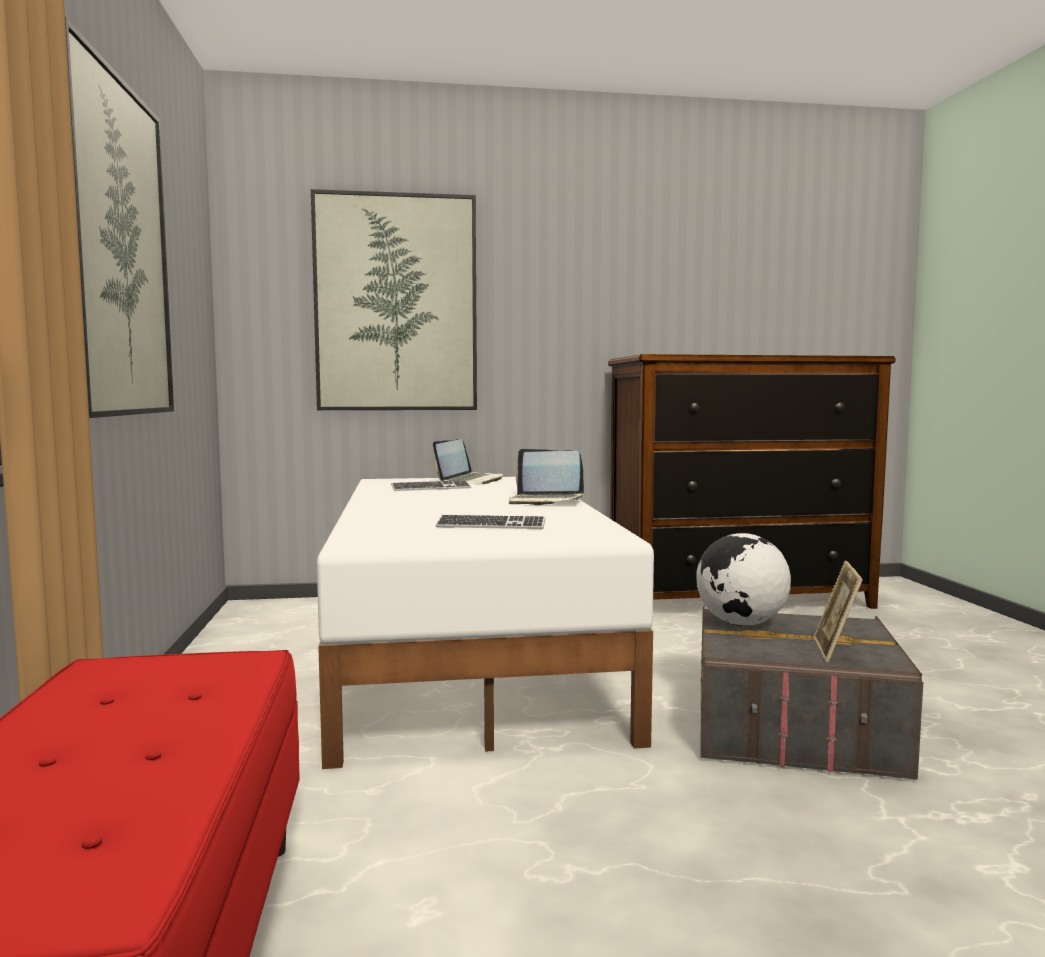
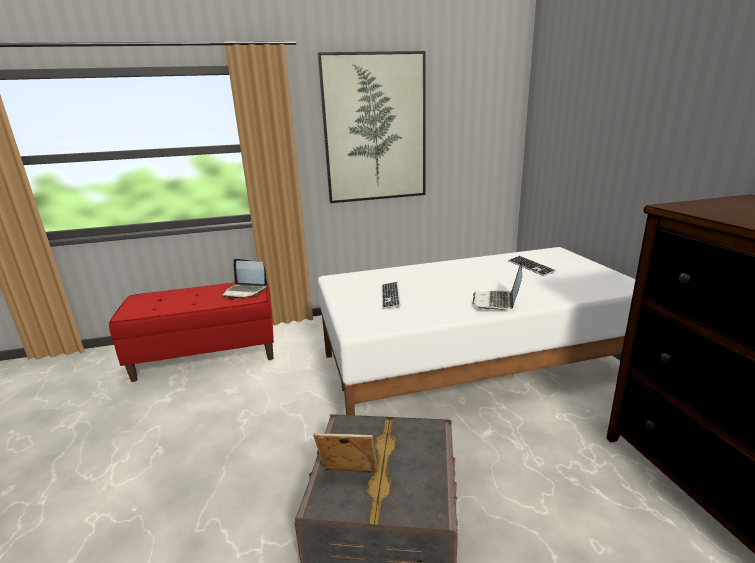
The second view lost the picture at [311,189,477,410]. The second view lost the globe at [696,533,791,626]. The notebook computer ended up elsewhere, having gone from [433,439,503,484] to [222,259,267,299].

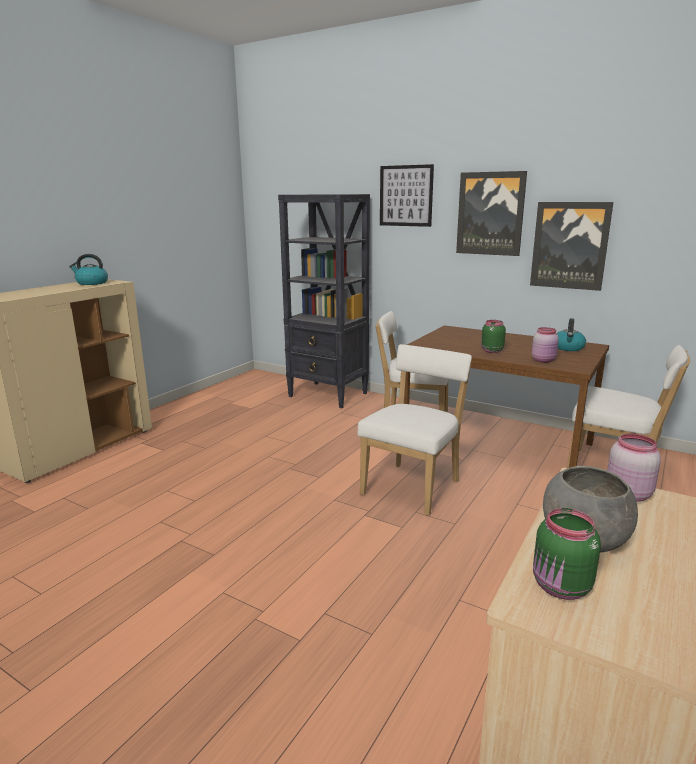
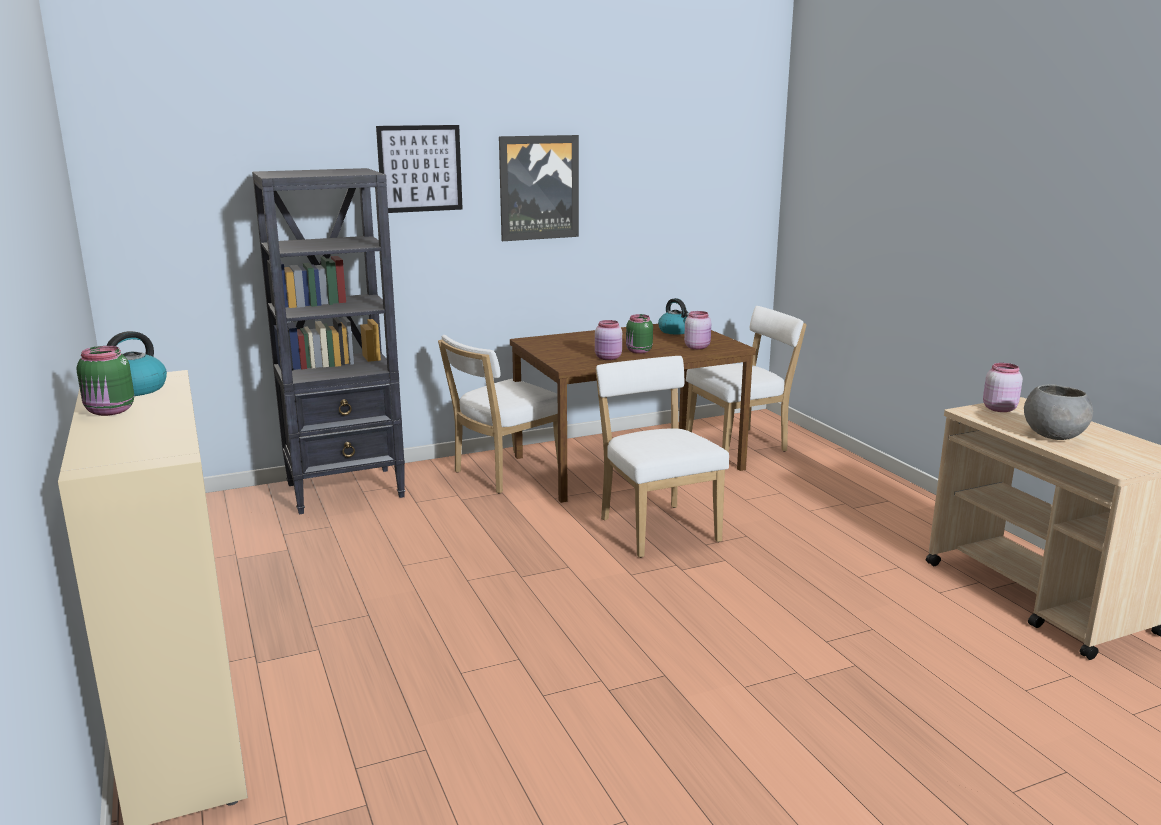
The second view lost the picture at [530,202,613,291]. The second view gained the pinkish jar at [595,320,622,360]. The greenish jar ended up elsewhere, having gone from [533,508,601,600] to [77,346,134,416].

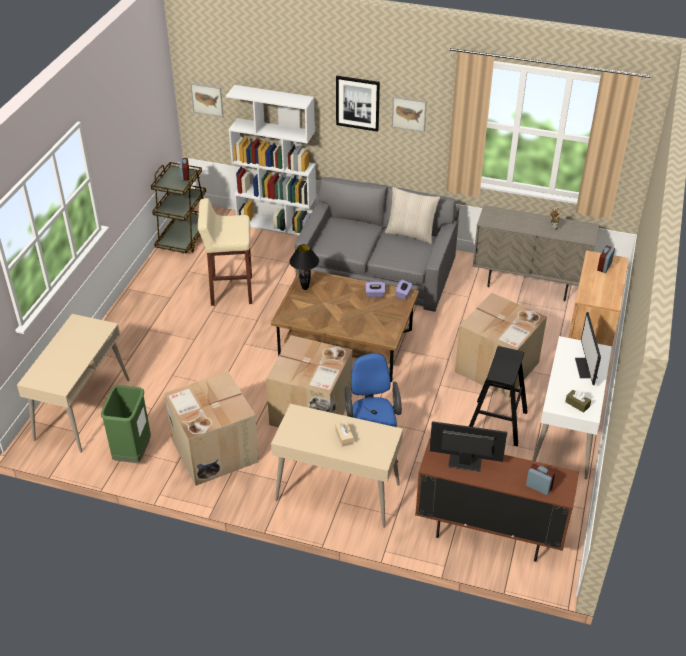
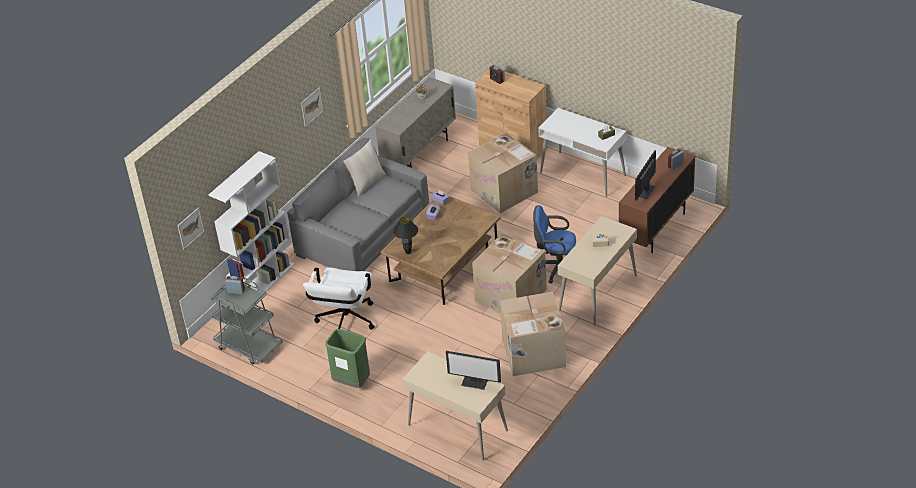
The second view lost the picture at [336,76,380,132]. The second view lost the blackish stool seat at [469,346,528,446]. The greenish trash can ended up elsewhere, having gone from [101,385,151,463] to [325,329,370,388]. The computer screen ended up elsewhere, having gone from [575,312,601,385] to [446,351,501,390]. Where the sand-coloured stool seat stood at [198,198,252,306], the whitish computer chair came to stand at [303,267,375,330]. What was the brownish wheeled cart at [151,162,206,253] turned into the grey wheeled cart at [210,277,283,364].

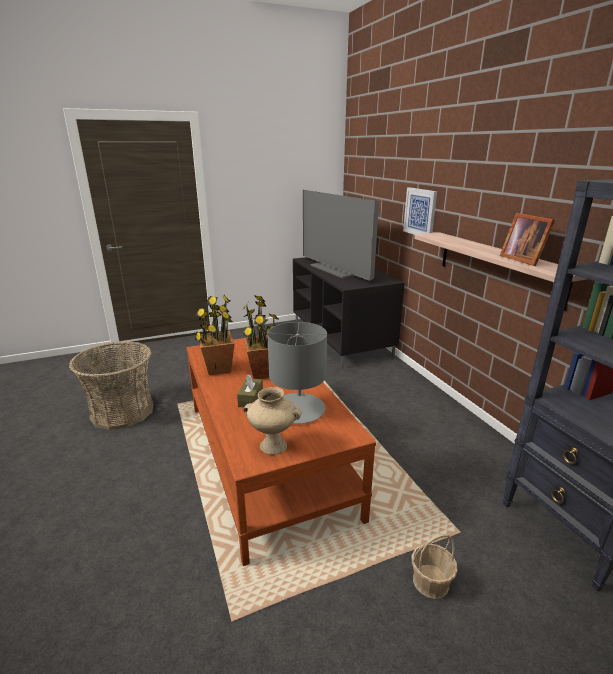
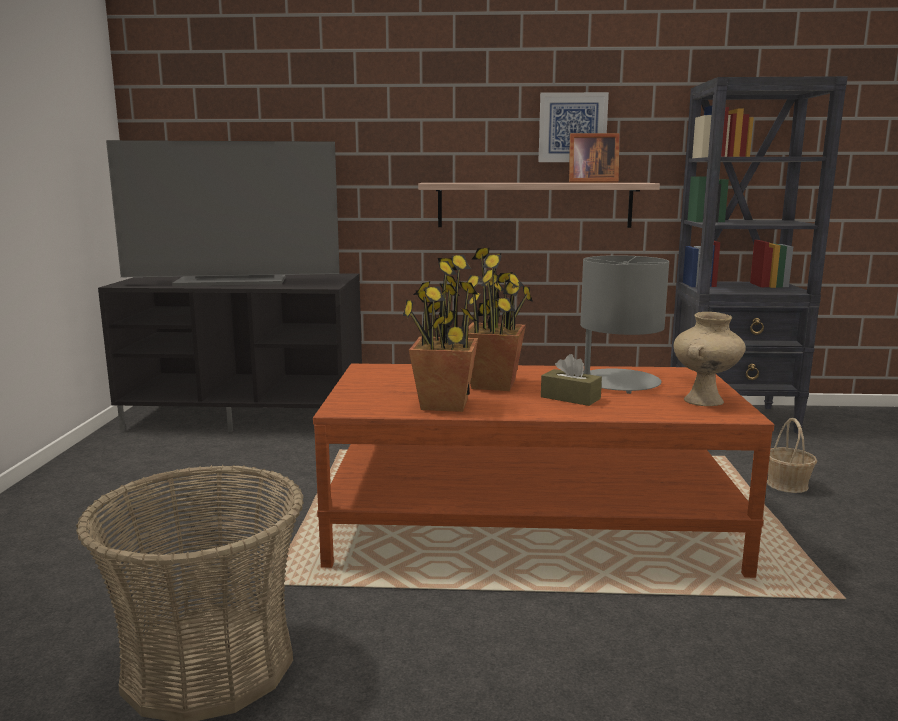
The picture ended up elsewhere, having gone from [403,187,437,235] to [538,92,609,162].

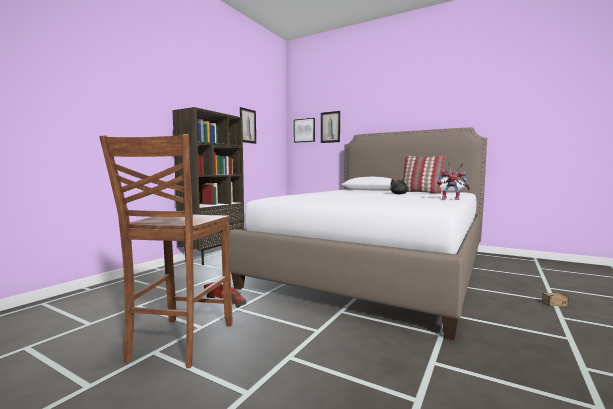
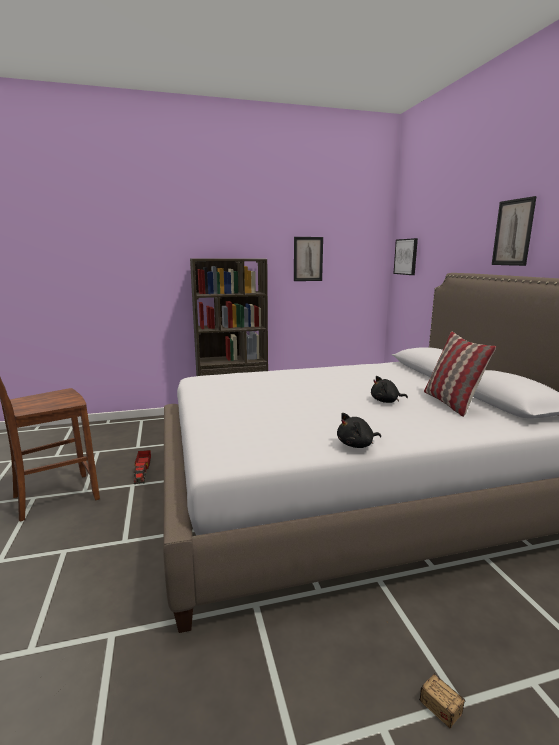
The picture ended up elsewhere, having gone from [321,111,340,143] to [492,196,537,266]. Where the robot figure stood at [437,161,470,200], the blackish plush toy came to stand at [337,413,381,448].

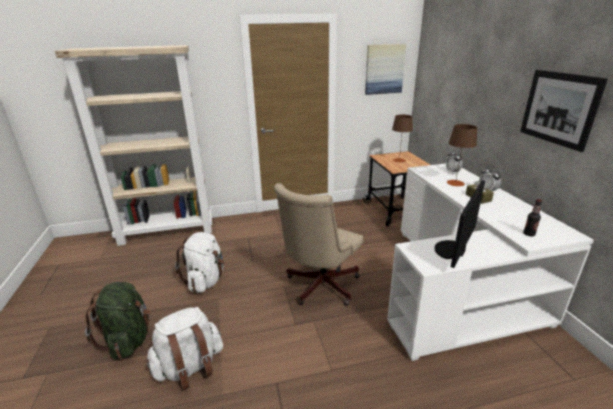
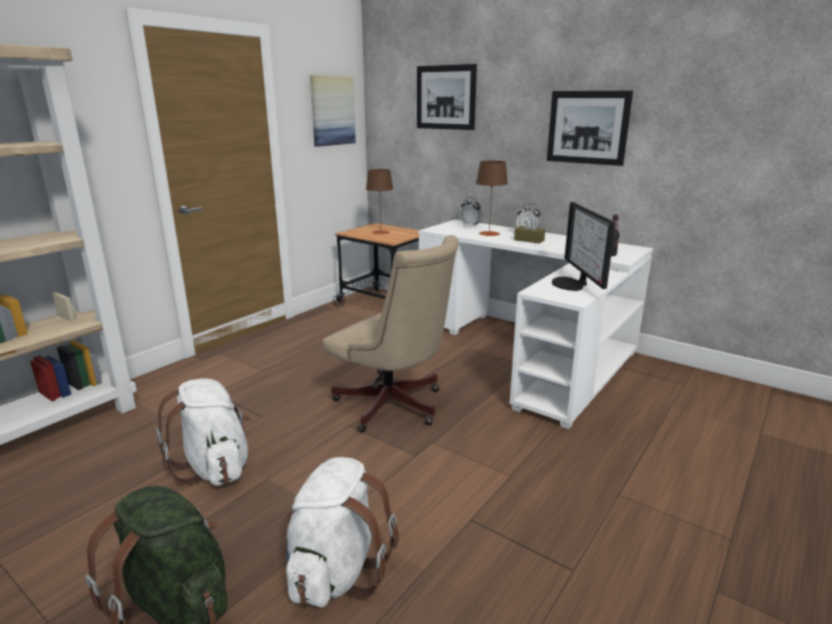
The second view gained the picture at [417,64,477,130]. The sand-coloured computer chair at [274,183,363,306] ended up facing another way, 45 degrees counterclockwise from before.

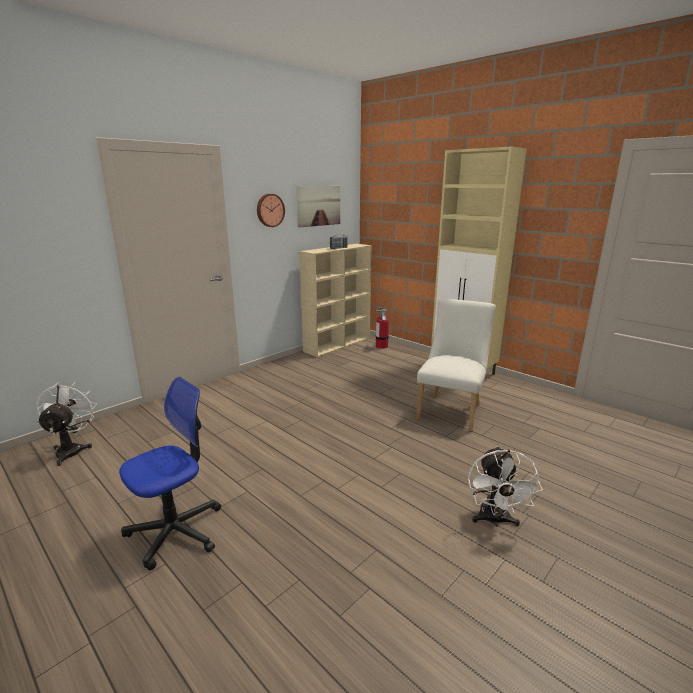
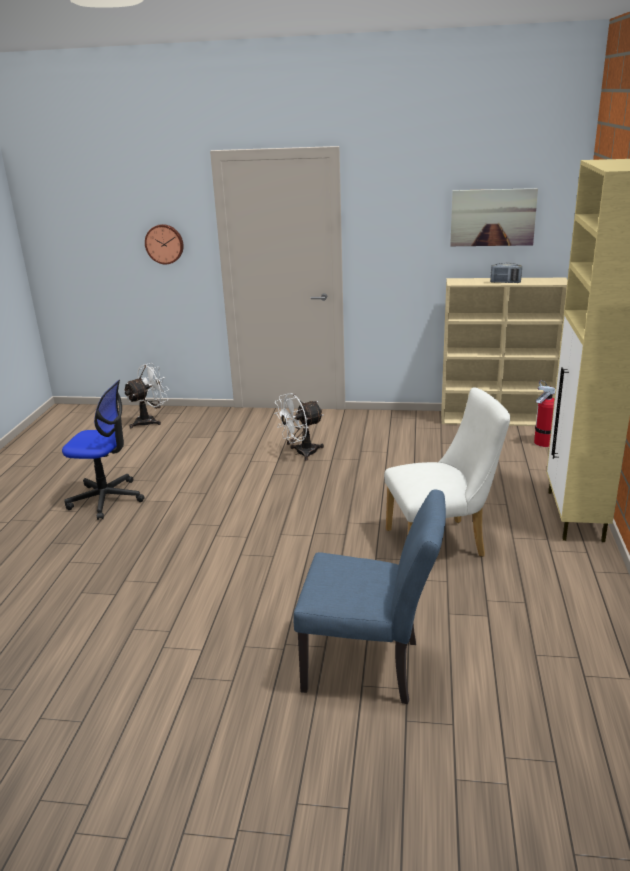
The second view gained the bluish chair at [293,489,446,704]. The hanging clock ended up elsewhere, having gone from [257,194,285,227] to [145,224,184,265]. The whitish electric fan ended up elsewhere, having gone from [468,446,543,527] to [274,393,324,461].

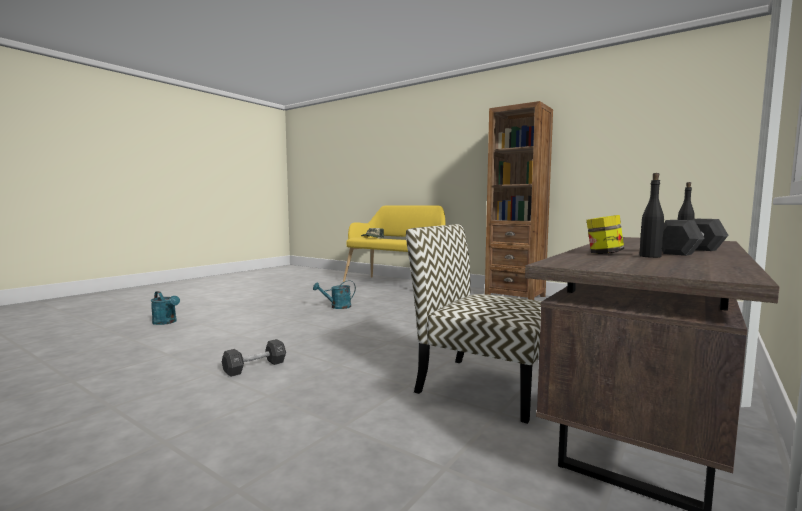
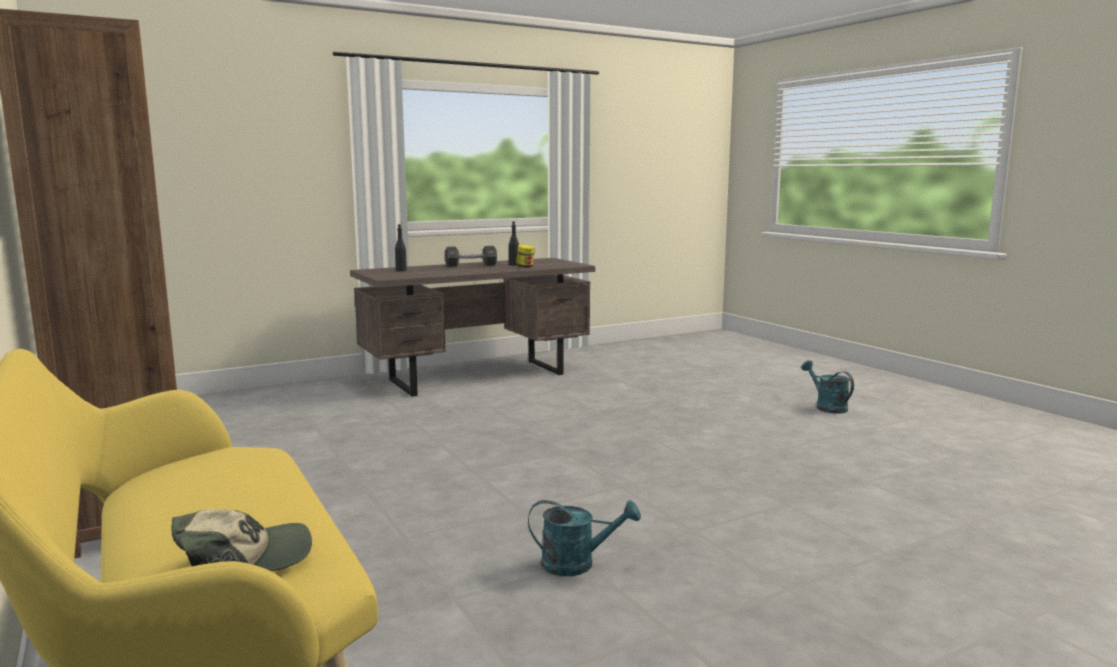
The second view lost the blackish dumbbell at [222,339,286,377]. The second view lost the chair at [406,224,542,424]. The turquoise-coloured watering can ended up elsewhere, having gone from [151,291,180,325] to [801,360,854,414].

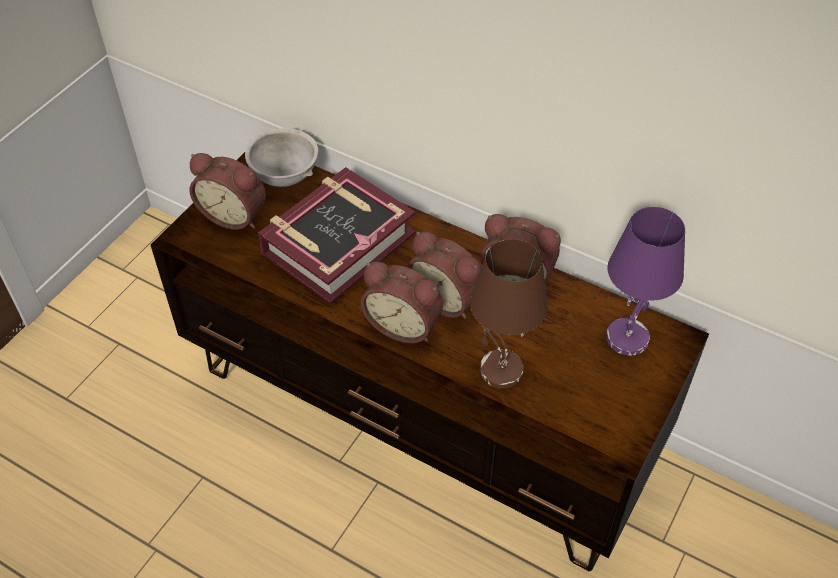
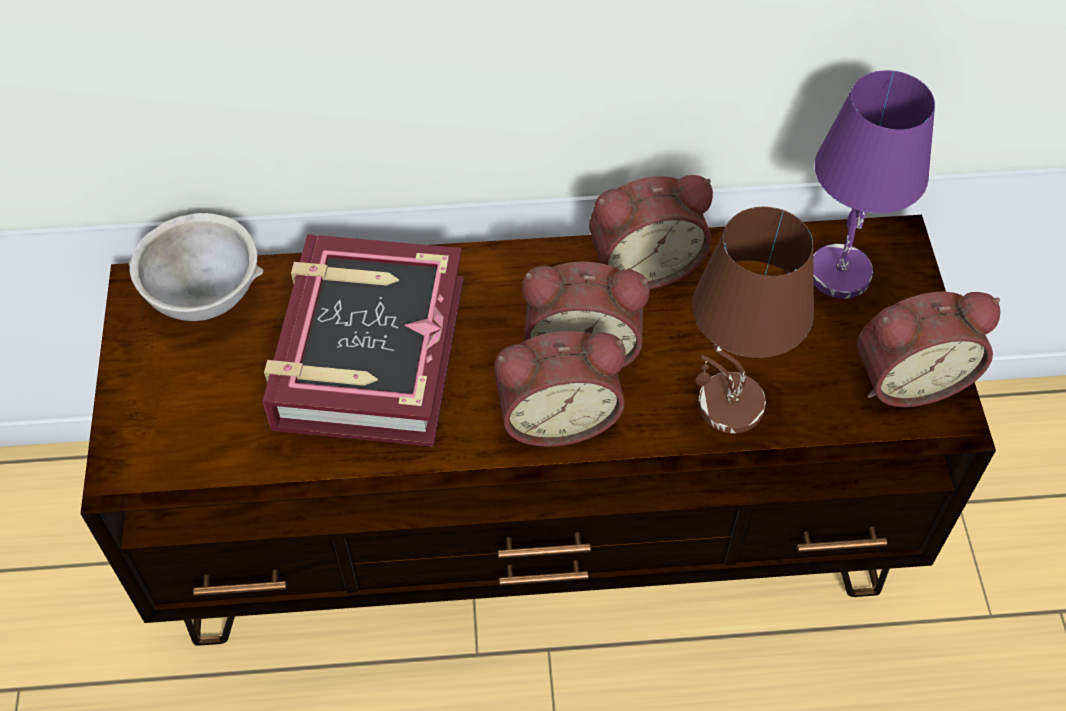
The alarm clock ended up elsewhere, having gone from [190,153,266,230] to [857,292,1000,407].

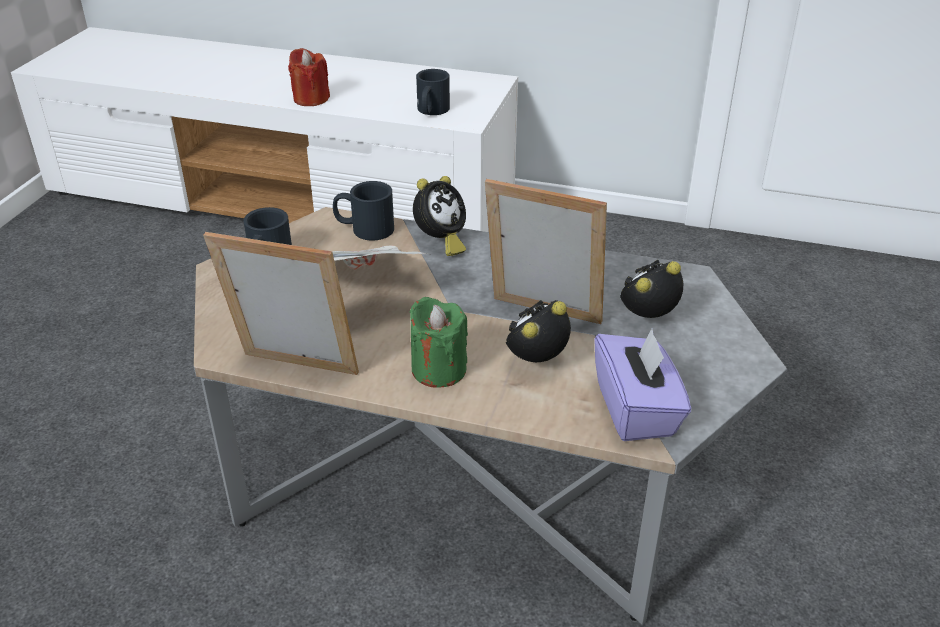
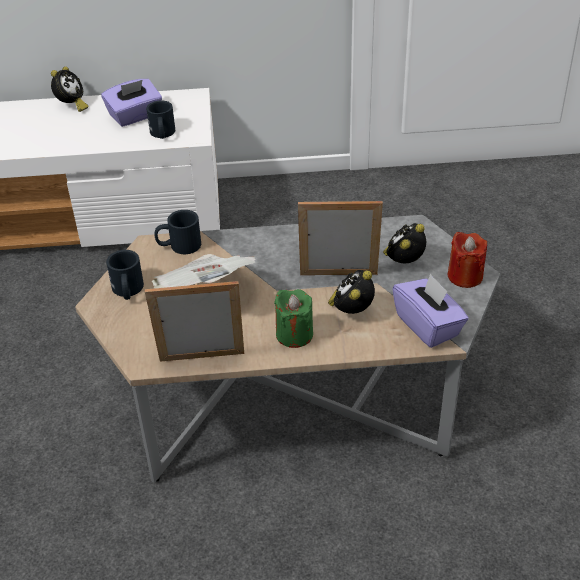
The second view gained the purple-coloured tissue holder at [101,79,162,127]. The red wax light ended up elsewhere, having gone from [288,48,330,106] to [448,232,487,288]. The alarm clock ended up elsewhere, having gone from [413,176,466,256] to [51,67,88,112].

